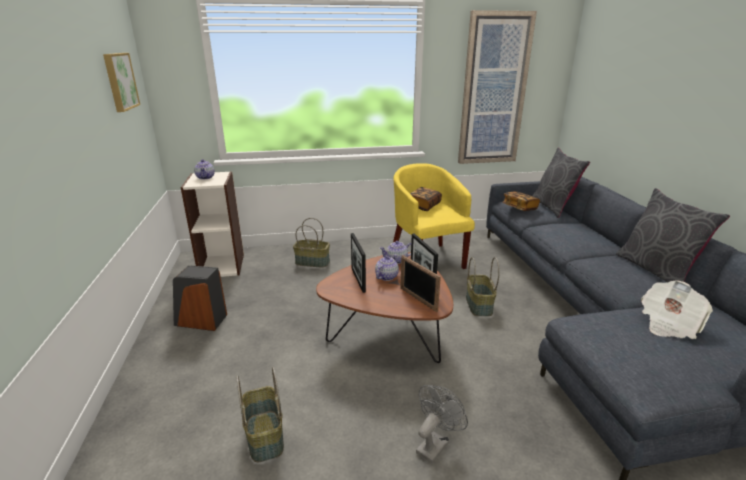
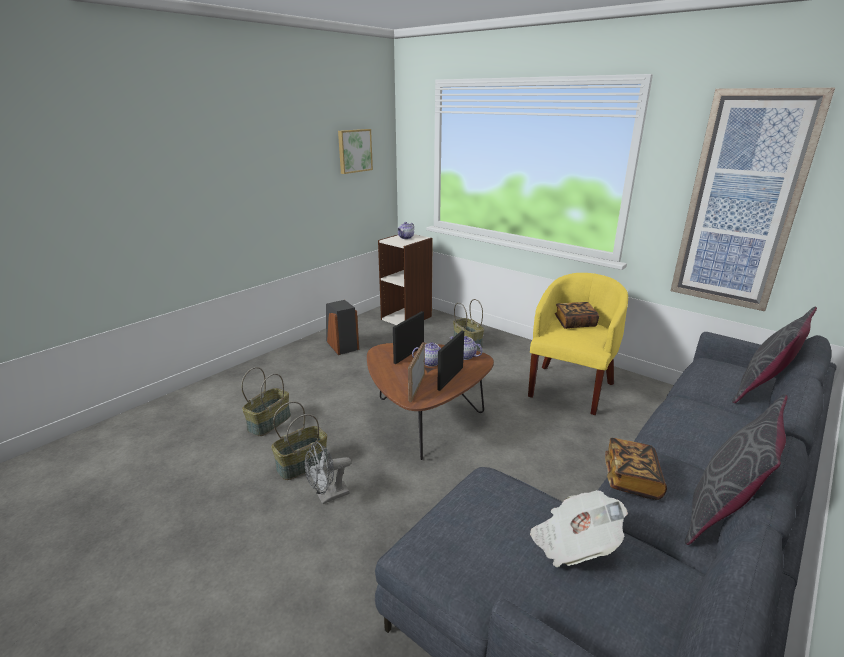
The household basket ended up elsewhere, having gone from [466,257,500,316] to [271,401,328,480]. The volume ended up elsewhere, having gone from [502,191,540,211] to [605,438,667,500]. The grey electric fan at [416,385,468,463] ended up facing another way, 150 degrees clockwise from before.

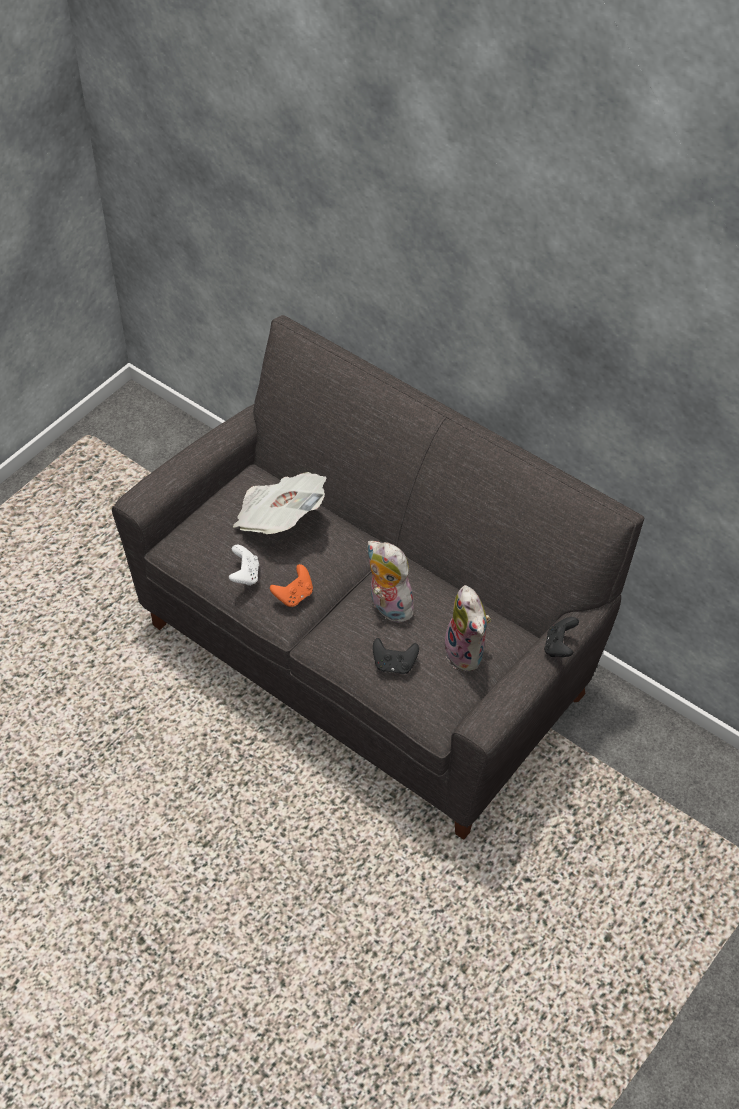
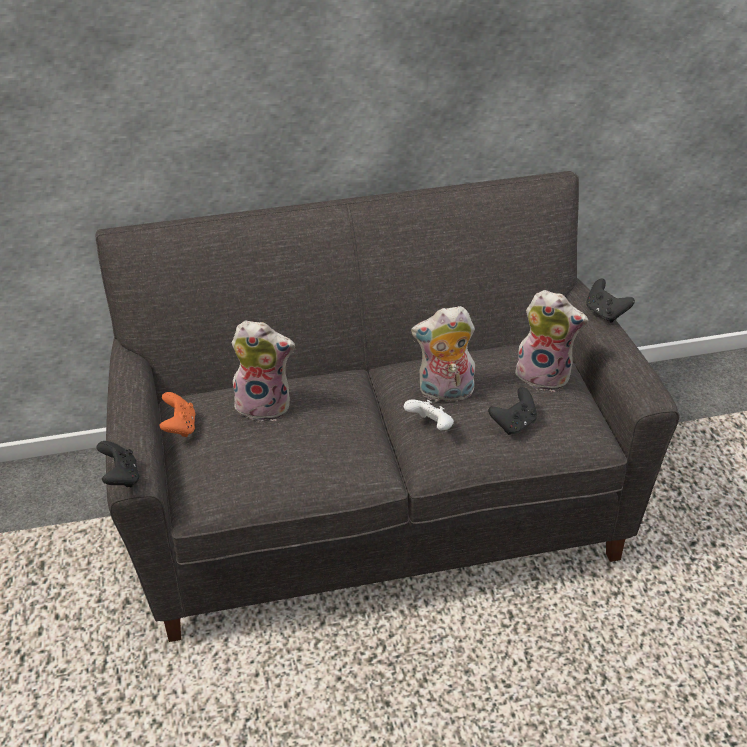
The second view gained the blackish gamepad at [96,441,139,487]. The whitish gamepad ended up elsewhere, having gone from [229,545,259,586] to [404,400,454,430]. The orange gamepad ended up elsewhere, having gone from [270,564,313,607] to [160,392,196,437]. Where the daily paper stood at [233,472,327,534], the plush toy came to stand at [232,321,295,421].

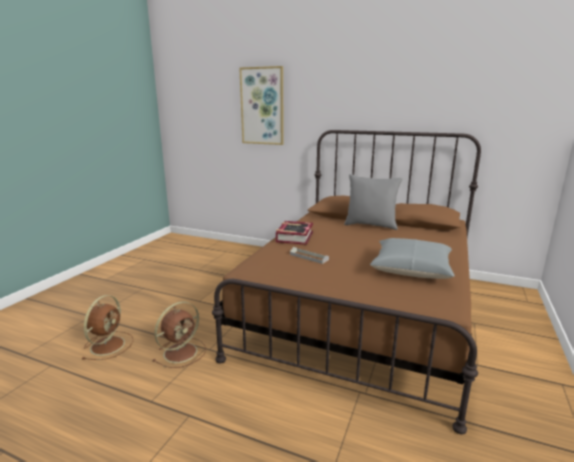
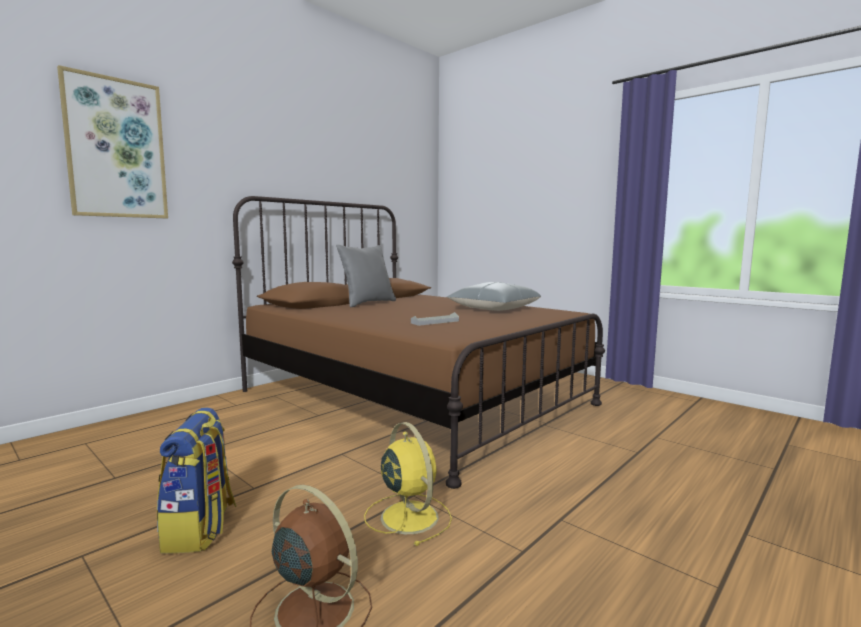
The second view lost the volume at [276,221,313,245]. The second view gained the backpack at [157,408,237,553]. What was the brownish electric fan at [153,301,206,368] turned into the yellow electric fan at [364,422,452,546].

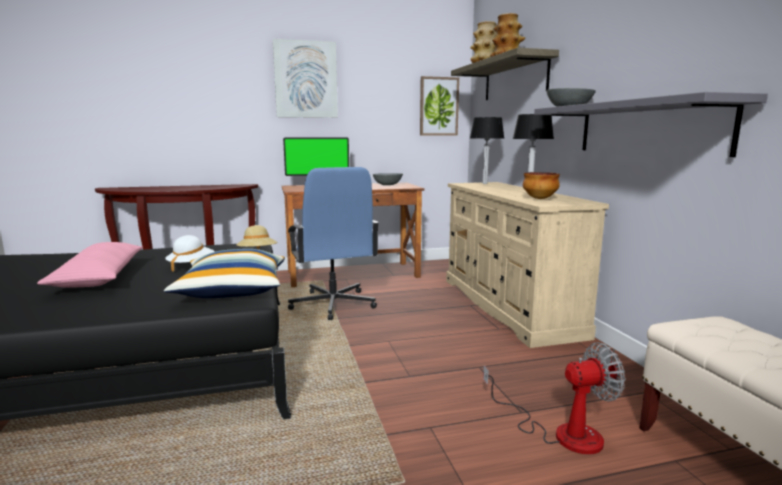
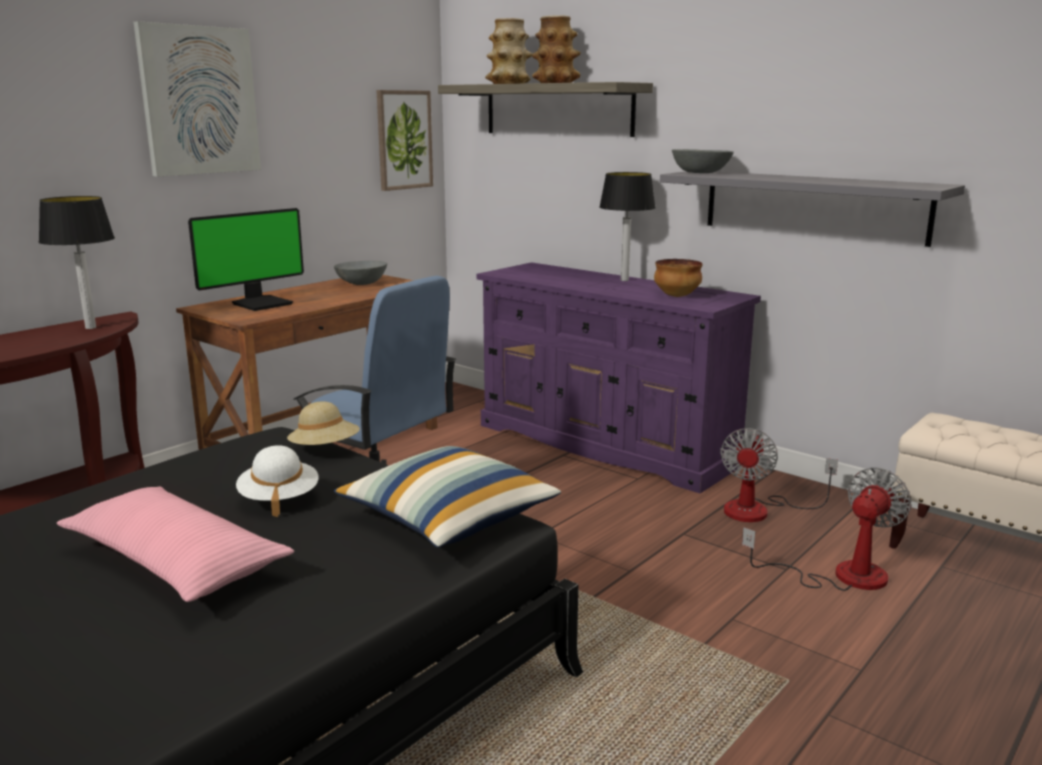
The second view gained the electric fan at [720,428,838,522]. The tabletop lamp ended up elsewhere, having gone from [470,117,504,184] to [38,196,115,329]. What was the sand-coloured drawer chest at [446,182,609,348] turned into the purple-coloured drawer chest at [477,262,761,494].

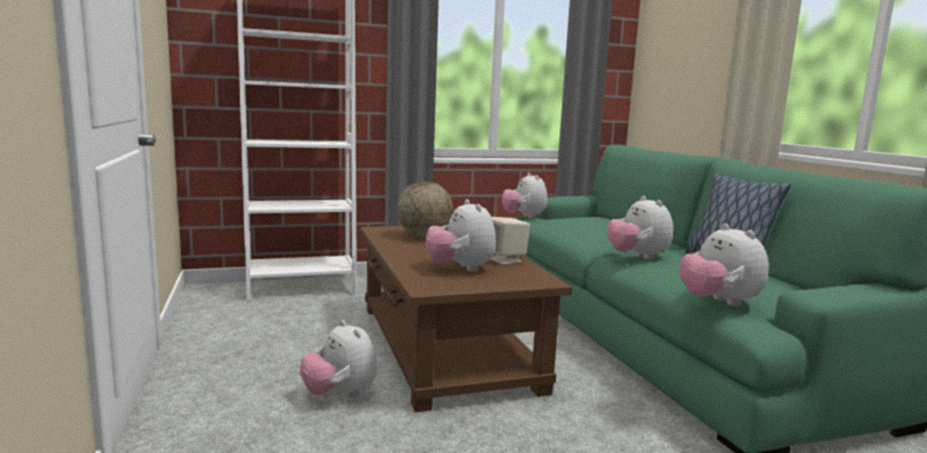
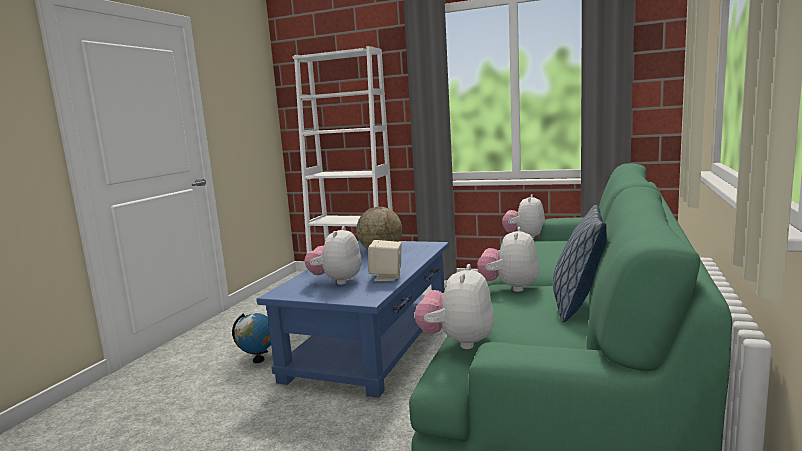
Where the plush toy stood at [300,320,377,398], the globe came to stand at [232,313,271,363]. What was the brownish low table at [360,226,572,412] turned into the bluish low table at [257,241,449,398].

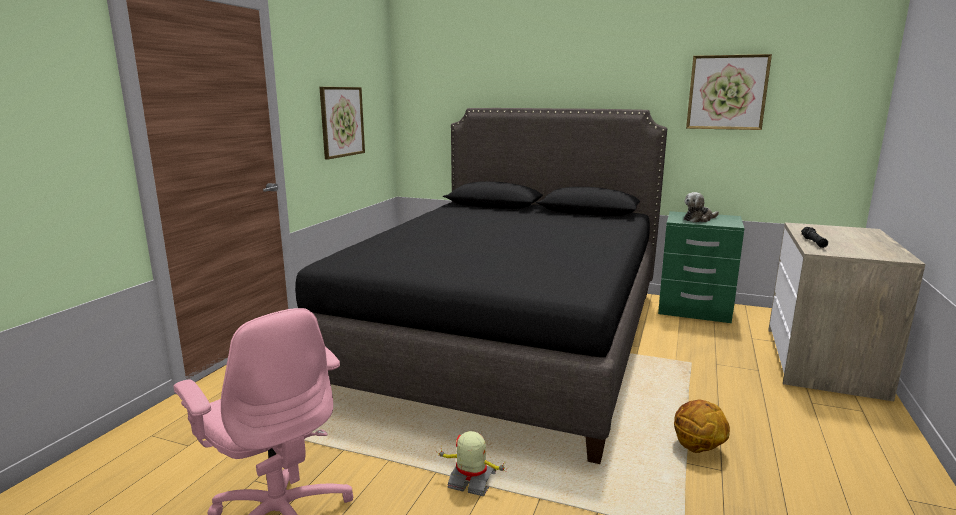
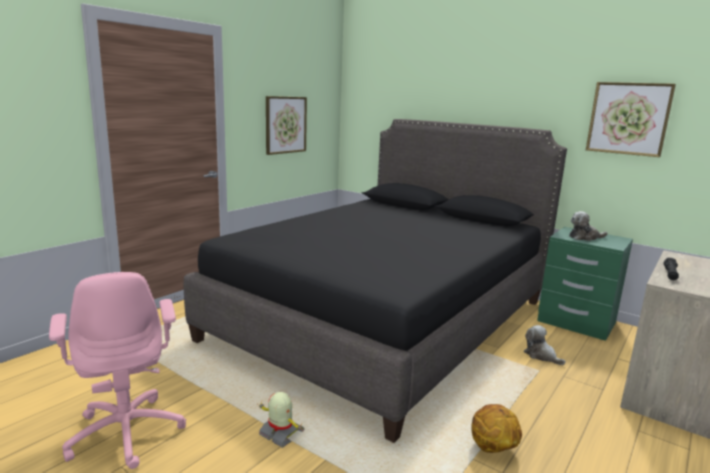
The second view gained the plush toy at [523,325,566,365].

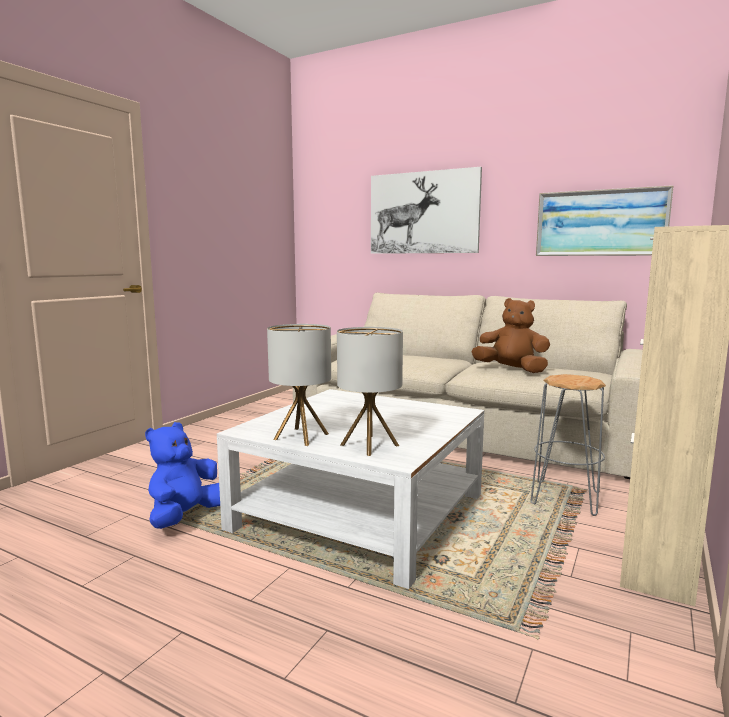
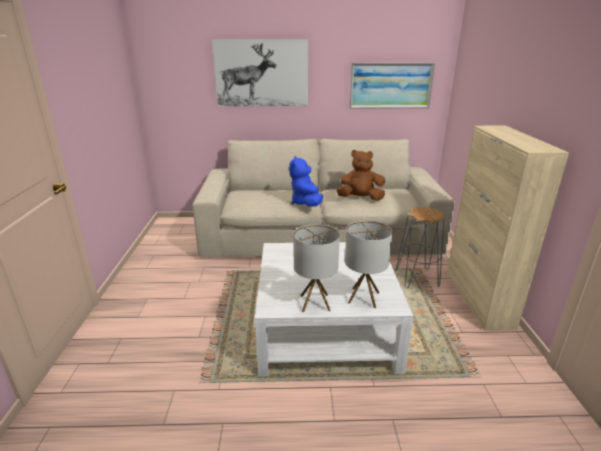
The bluish plush toy ended up elsewhere, having gone from [145,422,220,529] to [289,156,323,207].

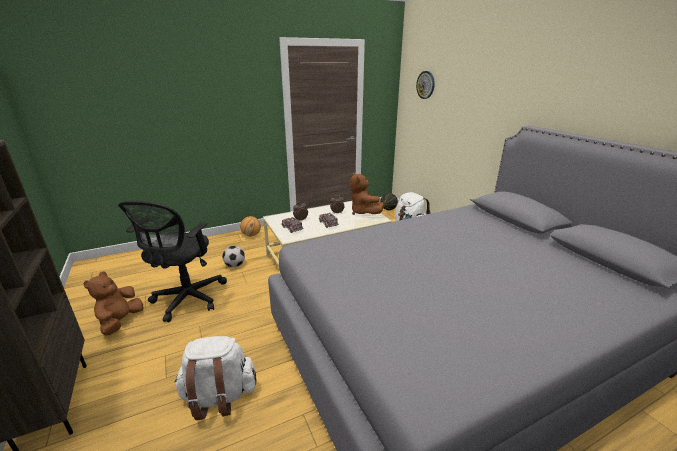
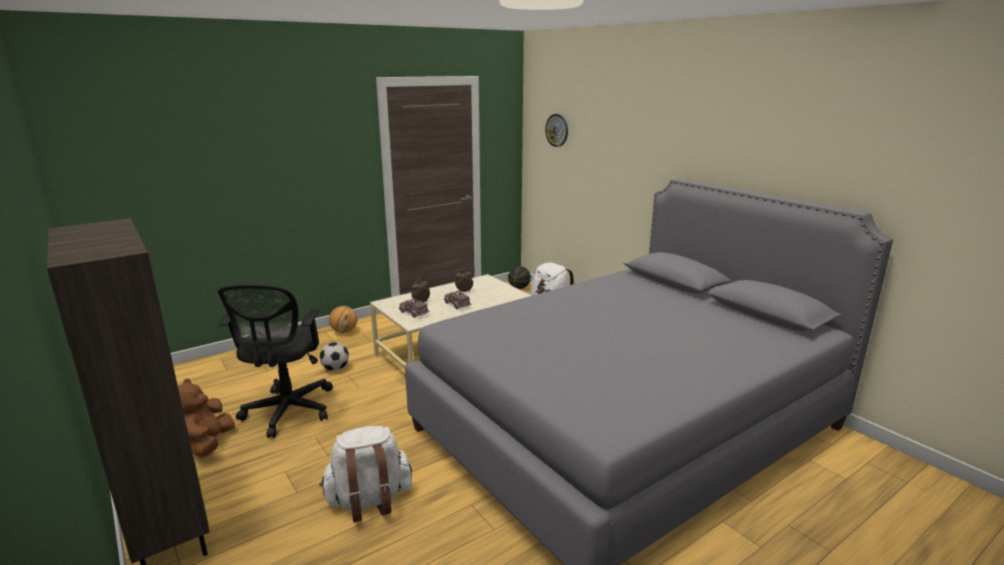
The second view lost the brownish plush toy at [350,173,384,215].

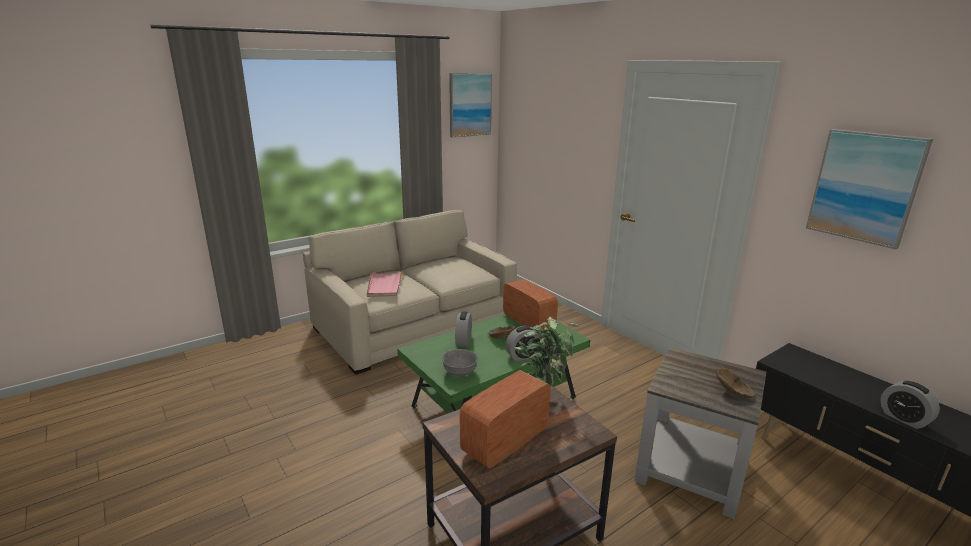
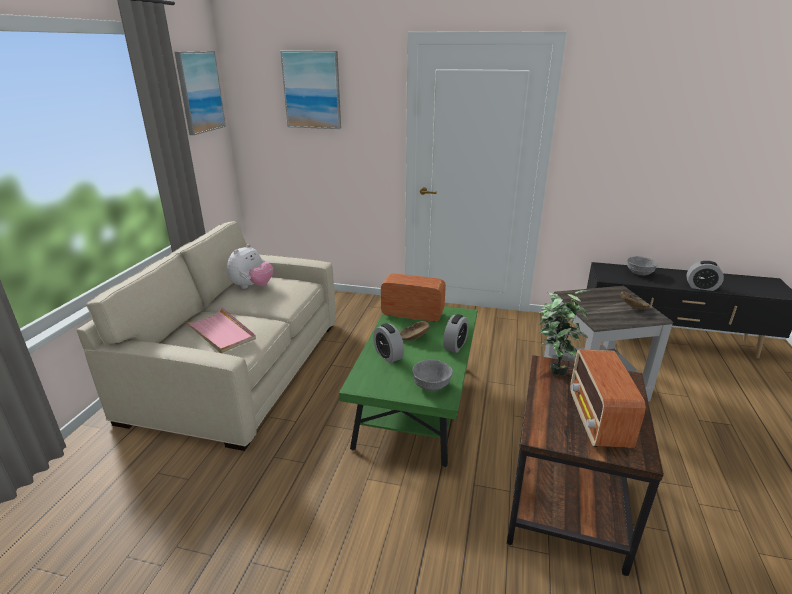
The second view gained the plush toy at [227,244,273,289]. The second view gained the grey deep dish at [627,256,658,275]. The picture ended up elsewhere, having gone from [806,129,933,249] to [280,51,341,129].

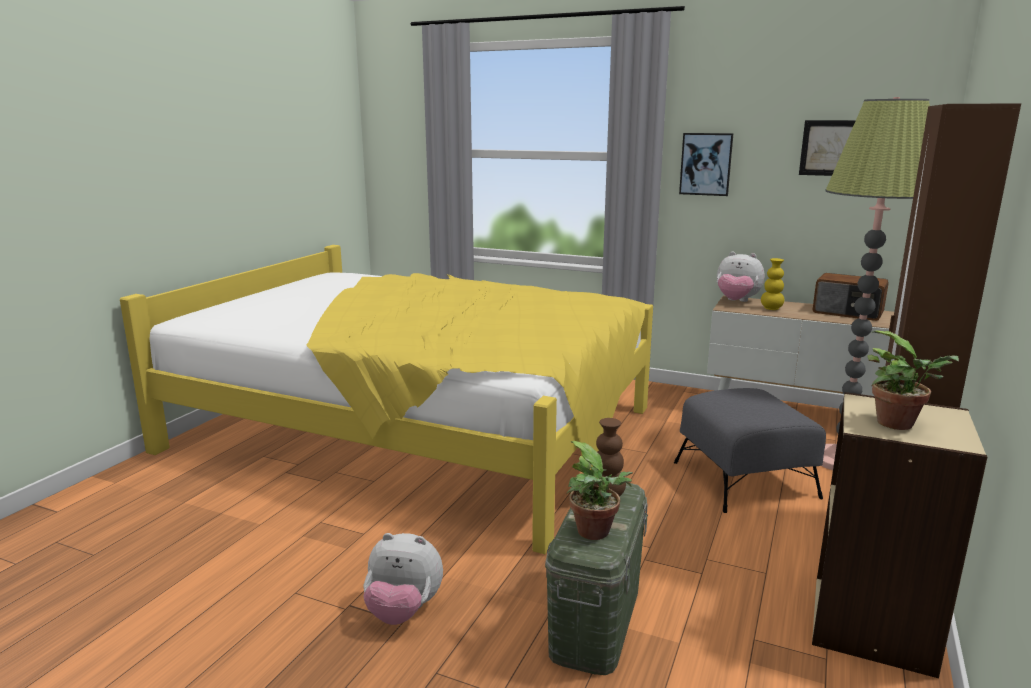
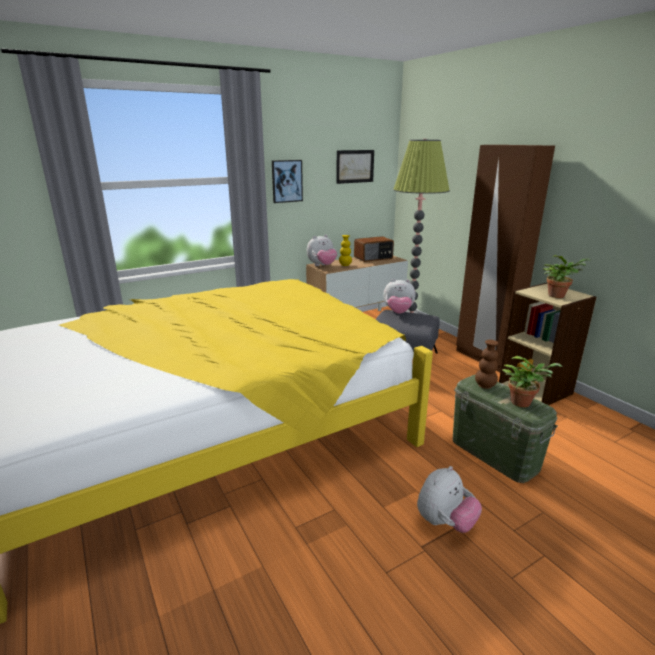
The second view gained the plush toy at [383,279,416,314].

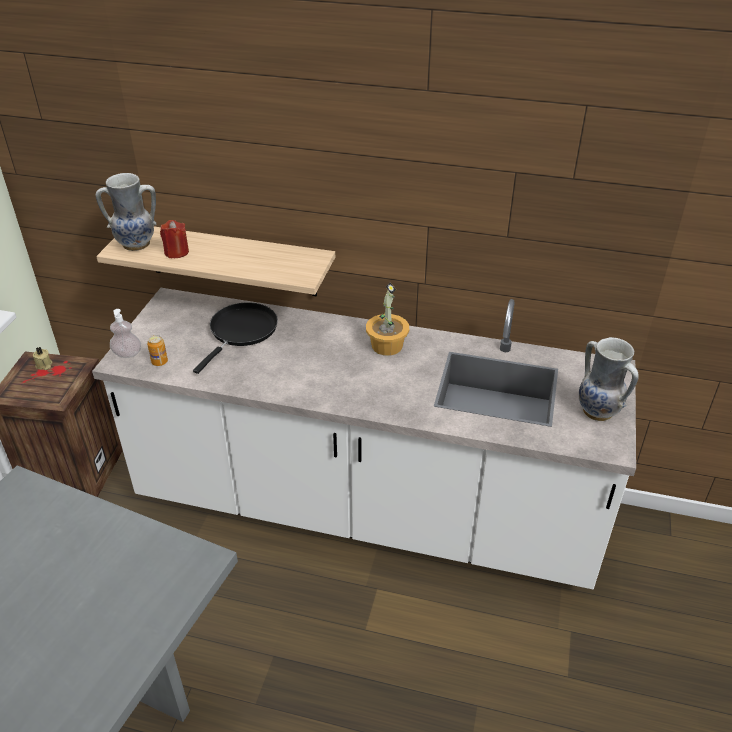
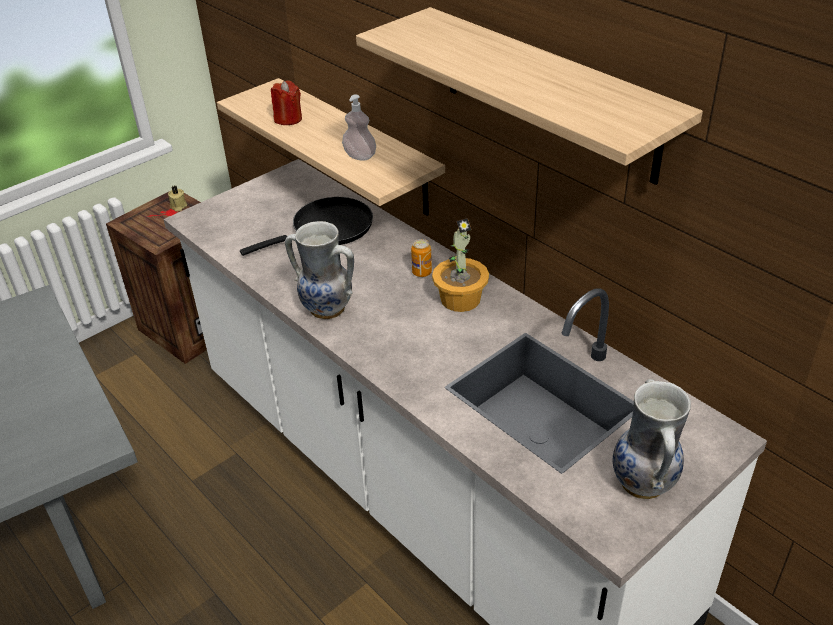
The second view gained the wall shelf at [356,7,703,185]. The vase ended up elsewhere, having gone from [95,173,156,251] to [285,221,354,319]. The liquid soap bottle ended up elsewhere, having gone from [110,309,141,358] to [342,94,376,161]. The metal can ended up elsewhere, having gone from [147,335,168,366] to [411,239,432,277].

